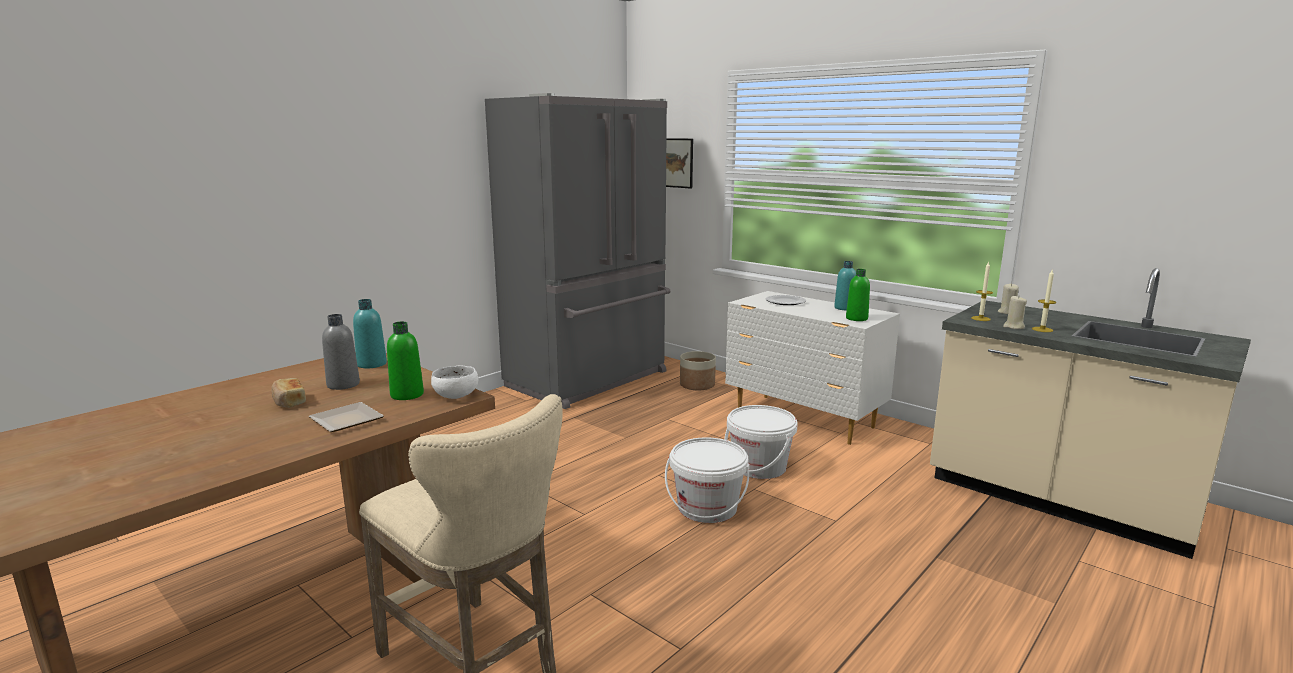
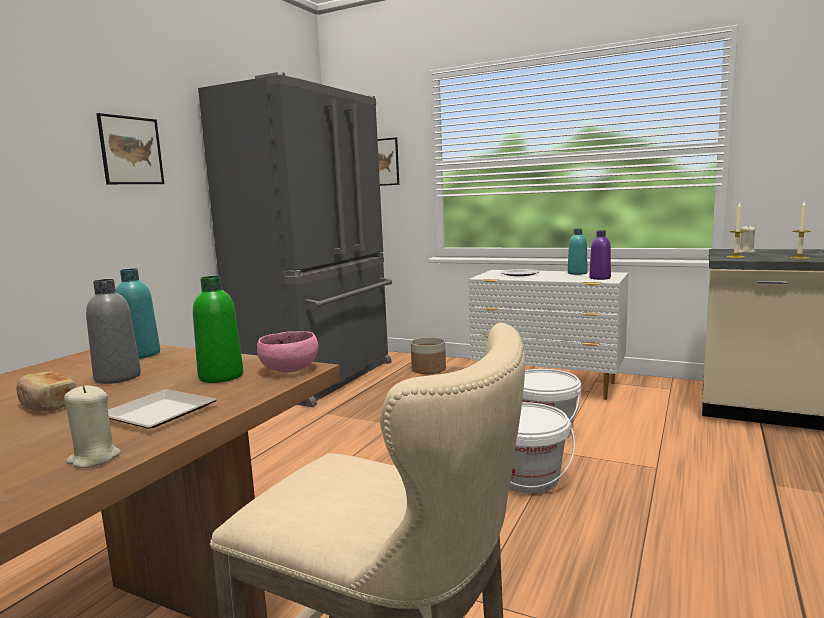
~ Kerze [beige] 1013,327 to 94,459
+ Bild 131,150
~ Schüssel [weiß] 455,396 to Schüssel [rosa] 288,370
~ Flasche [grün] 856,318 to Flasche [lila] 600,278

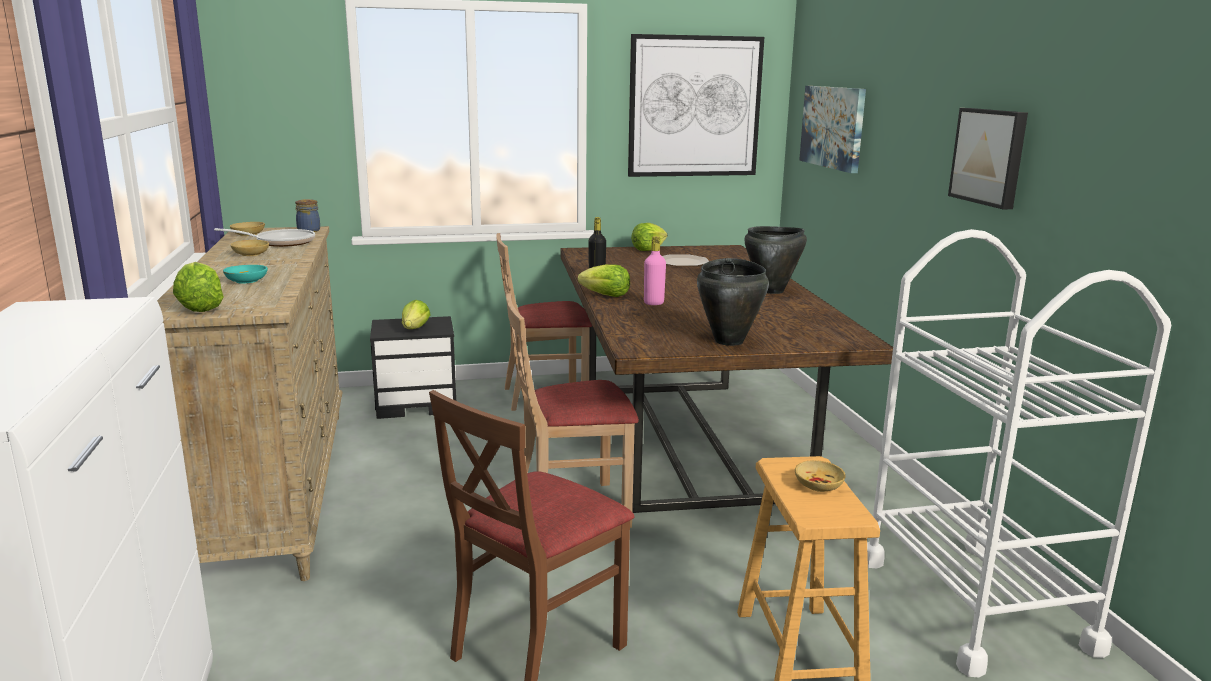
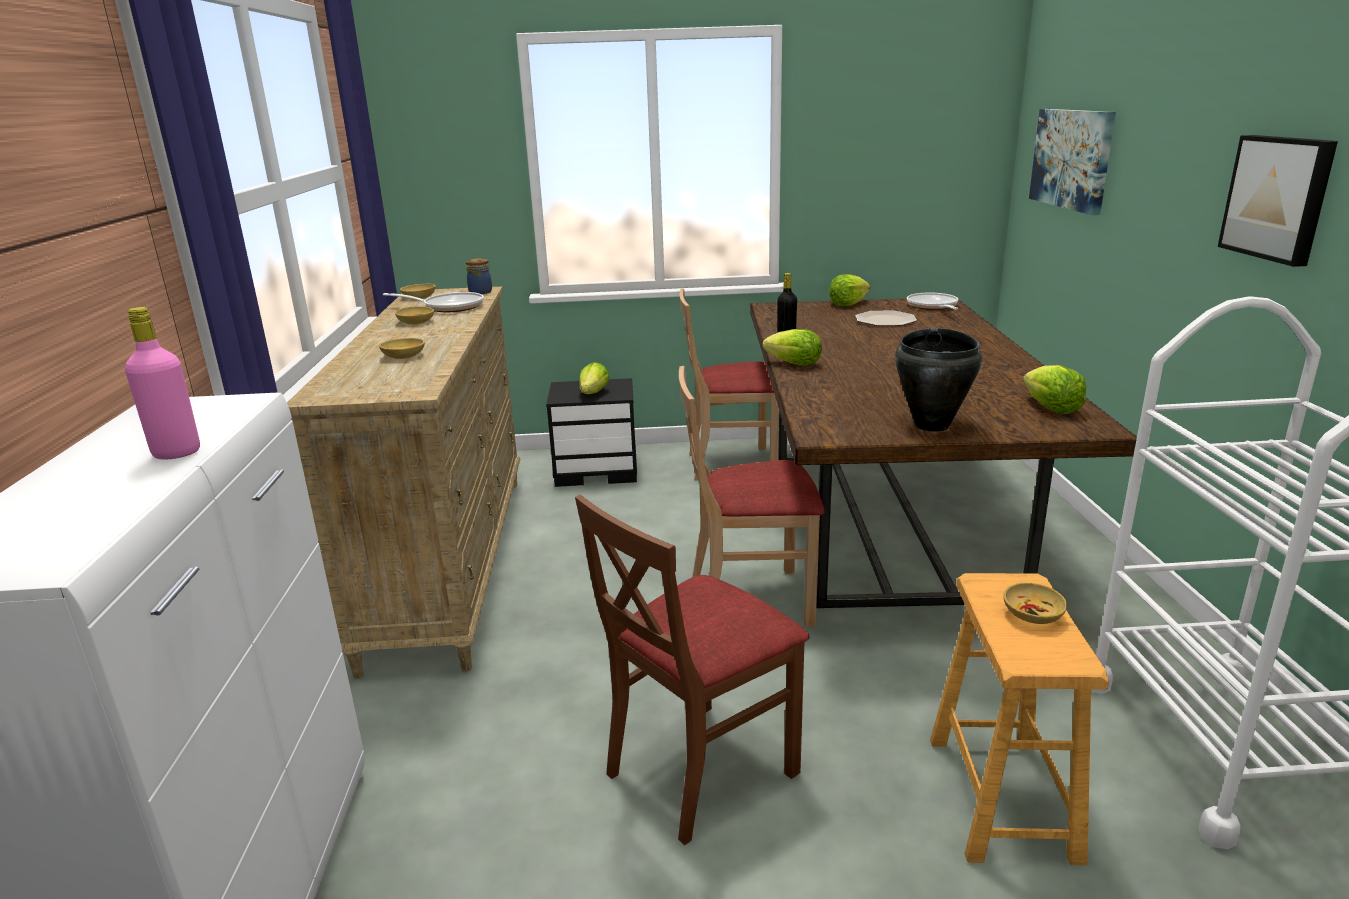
~ Flasche [rosa] 653,303 to 177,453
~ Schüssel [türkis] 246,281 to Schüssel [beige] 403,356
+ Pfanne 933,307
~ Salatkopf 200,308 to 1050,408
- Bild 694,107
- Kochtopf [schwarz] 772,291

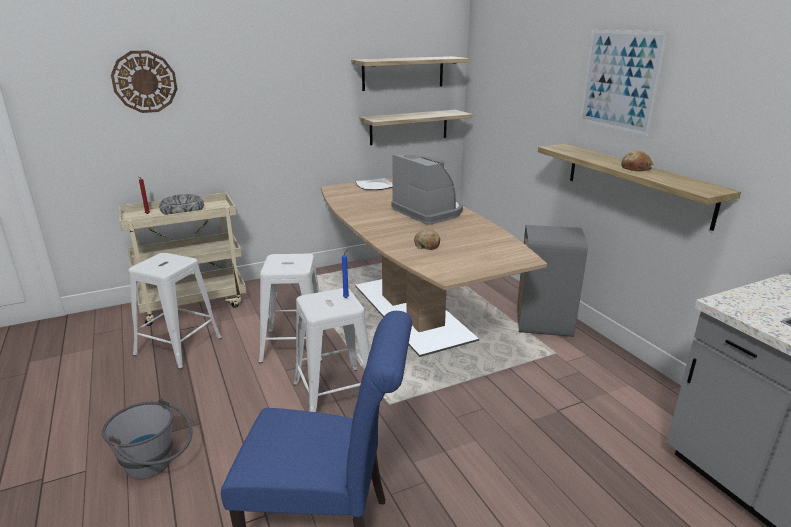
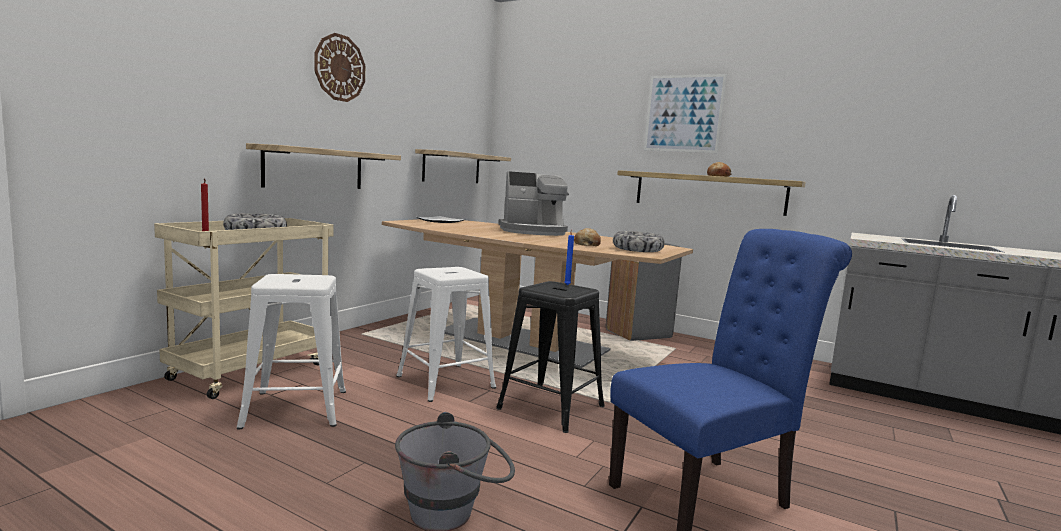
~ Wandregal 403,73 to 314,168
~ Wanduhr 144,82 to 340,68
~ Hocker [weiß] 335,394 to Hocker [schwarz] 551,407
~ Kaffeemaschine 429,211 = 533,231 150 degrees clockwise
+ Schüssel 637,249

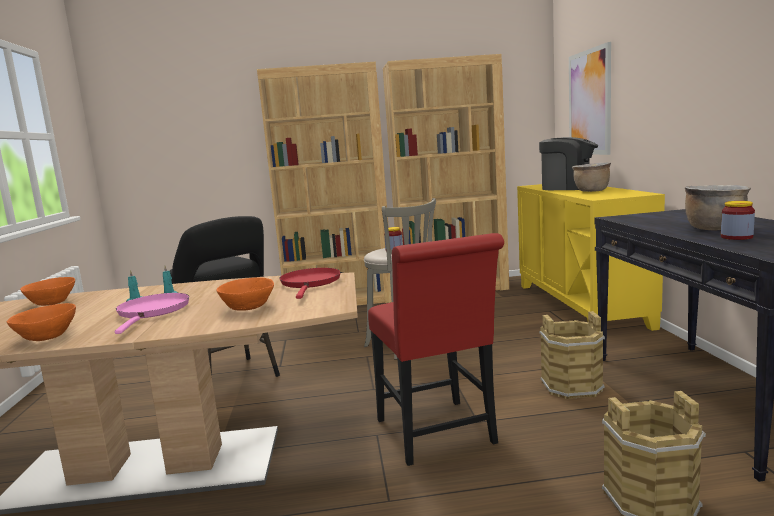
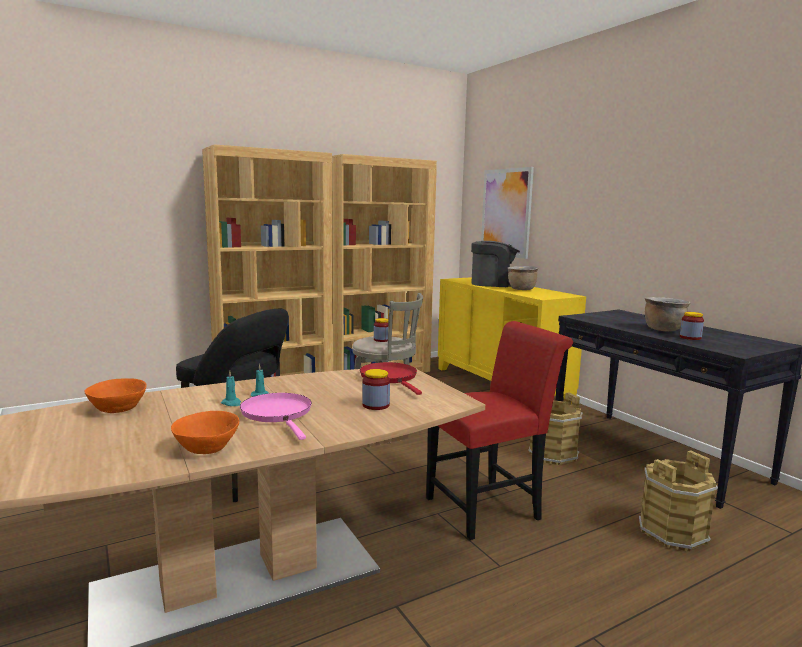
~ Schüssel [orange] 247,307 to Vorratsglas 376,405
~ Stuhl [rot] 438,435 = 489,507 75 degrees counterclockwise

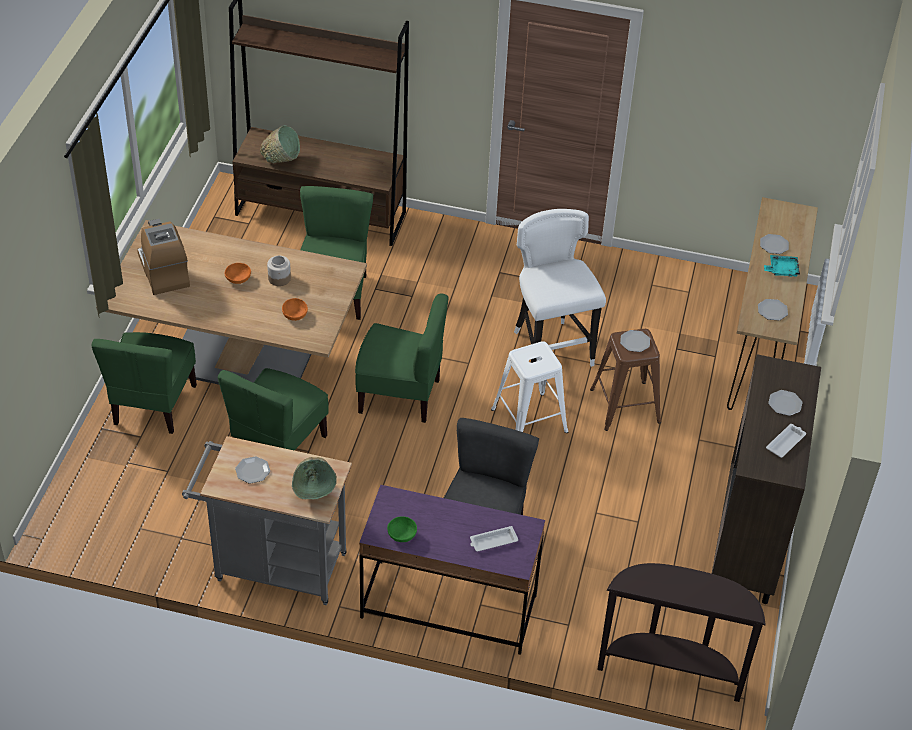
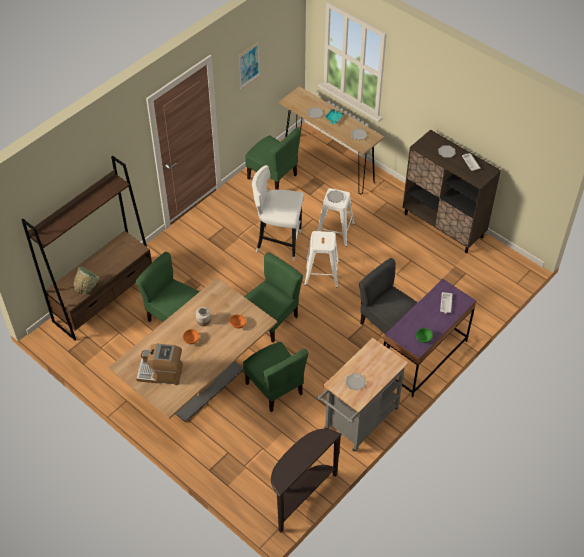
+ Bild 249,65
~ Stuhl [grün] 153,405 to 273,176
~ Konsolentisch [braun] 670,670 to 301,496
~ Hocker [braun] 624,406 to Hocker [weiß] 335,232
- Schüssel [grün] 314,493

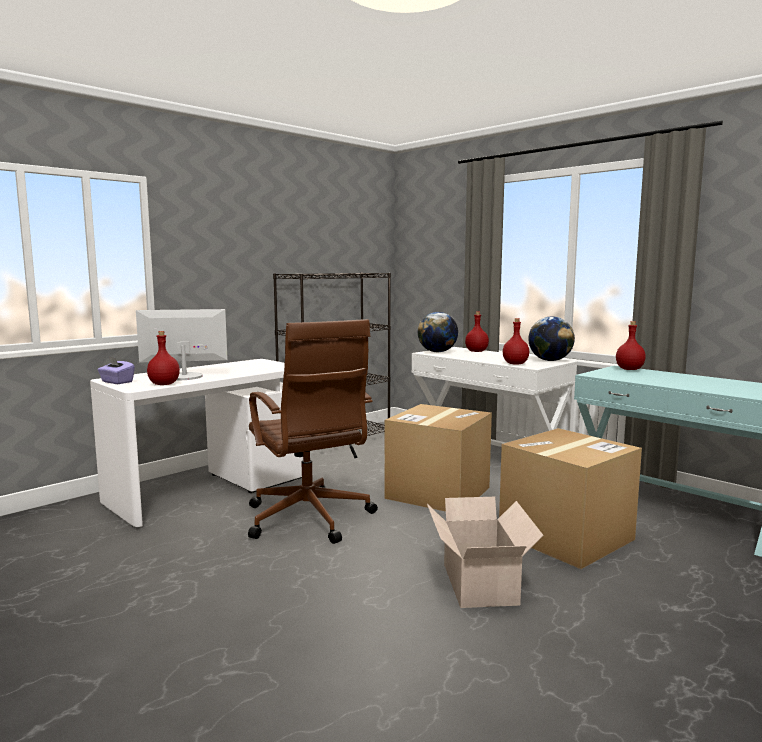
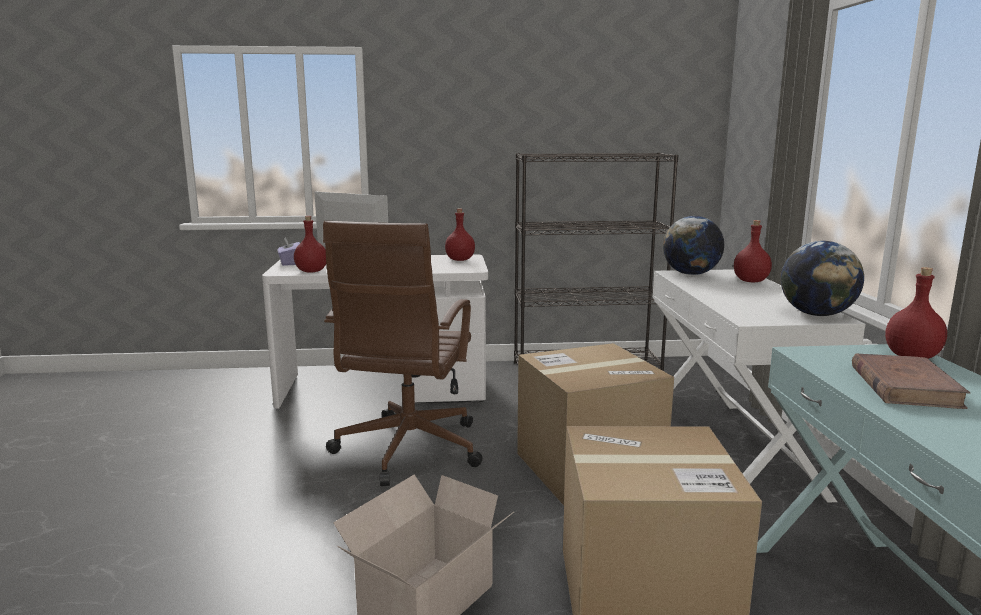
~ Flasche [rot] 515,364 to 459,260
+ Buch [braun] 904,386

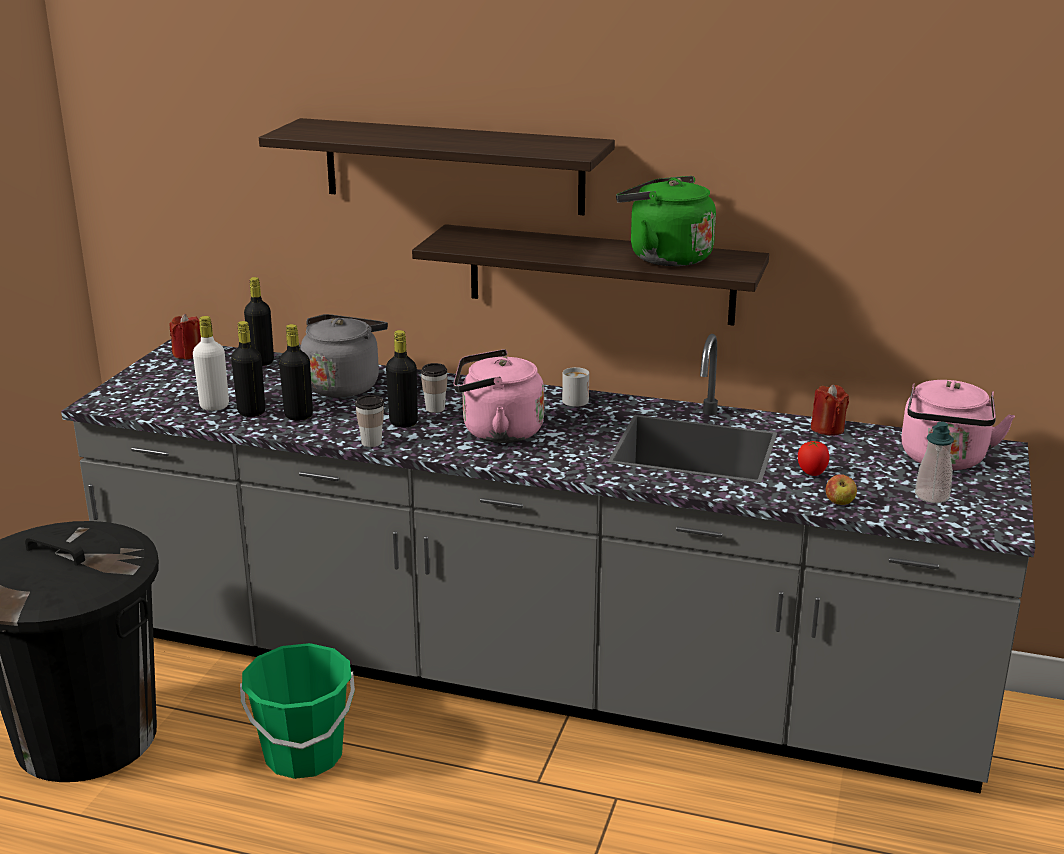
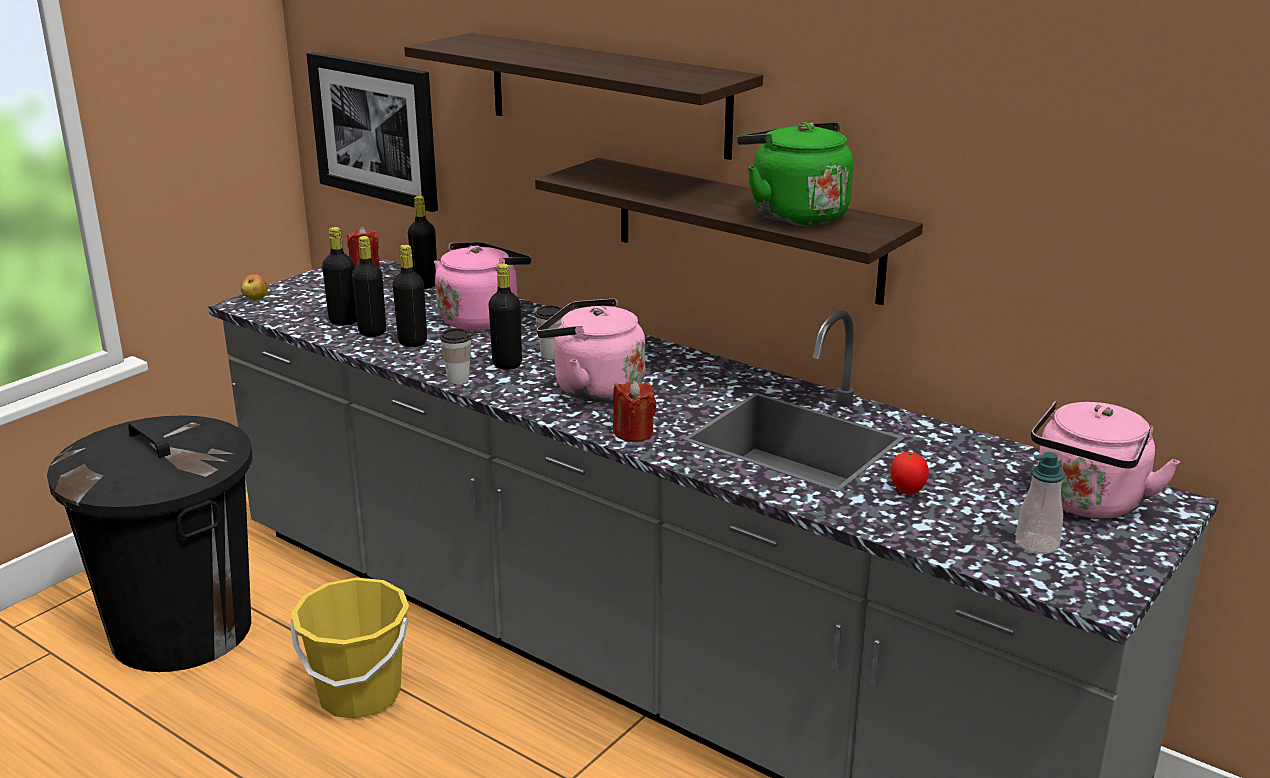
~ Apfel 839,503 to 255,299
~ Eimer [grün] 303,755 to Eimer [gelb] 359,695
+ Bild 375,129
~ Flasche [weiß] 214,406 to Flasche [schwarz] 344,321
~ Wasserkessel [grau] 343,385 to Wasserkessel [rosa] 481,318
~ Kerze [rot] 827,428 to 633,433
- Henkelbecher [weiß] 576,398

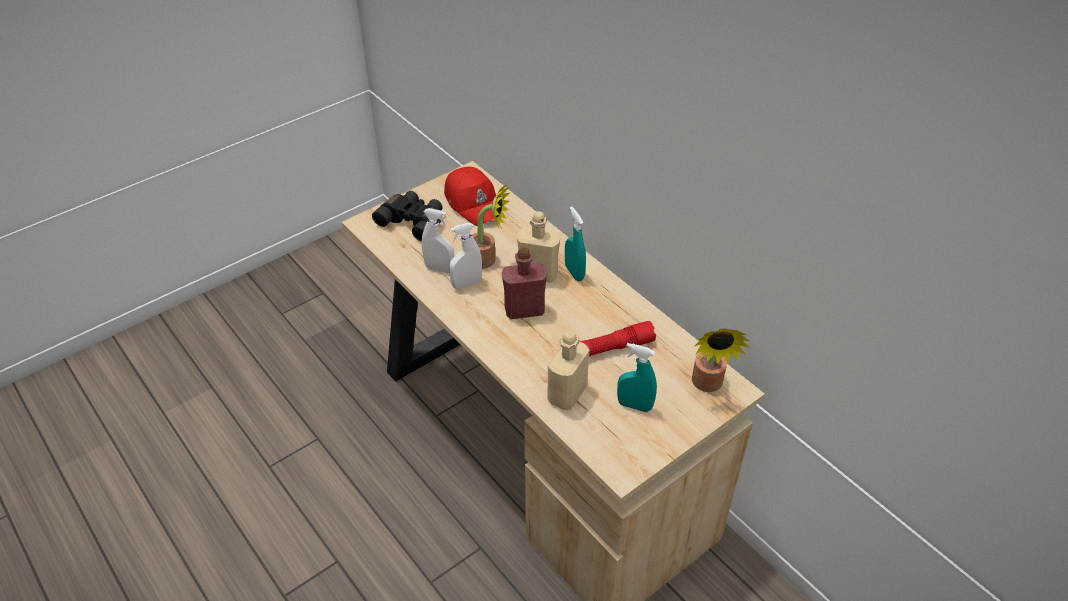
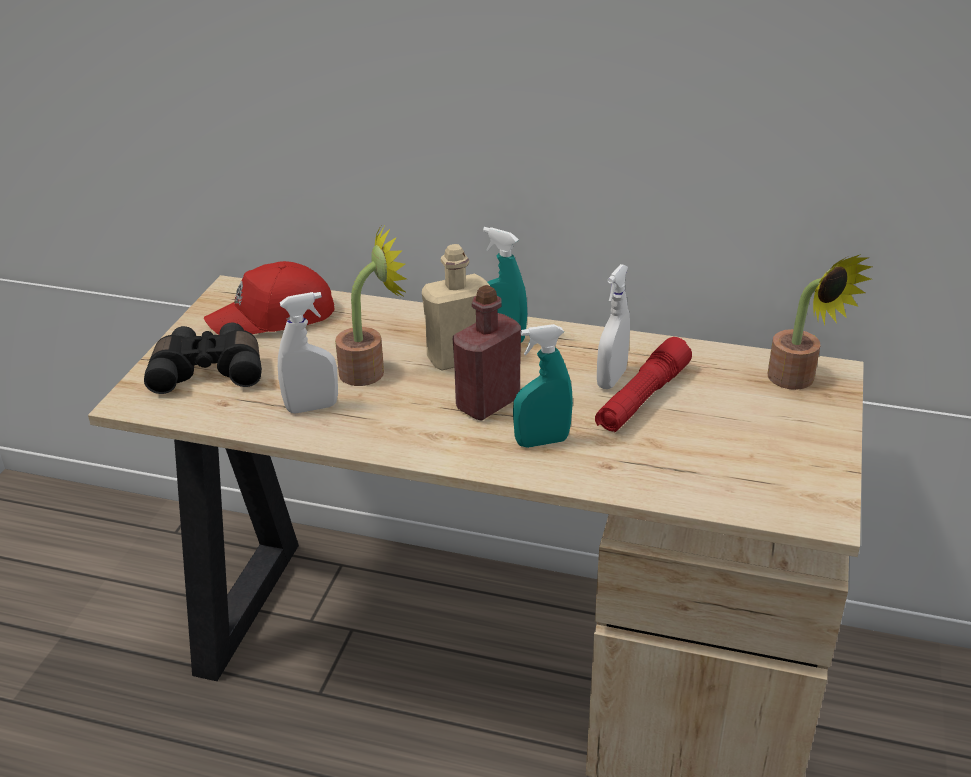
~ Kappe [rot] 473,202 = 274,317 135 degrees clockwise
~ Sprühflasche [türkis] 634,405 to 542,441
~ Sprühflasche [weiß] 466,284 to 611,379
- Flasche [beige] 567,394

